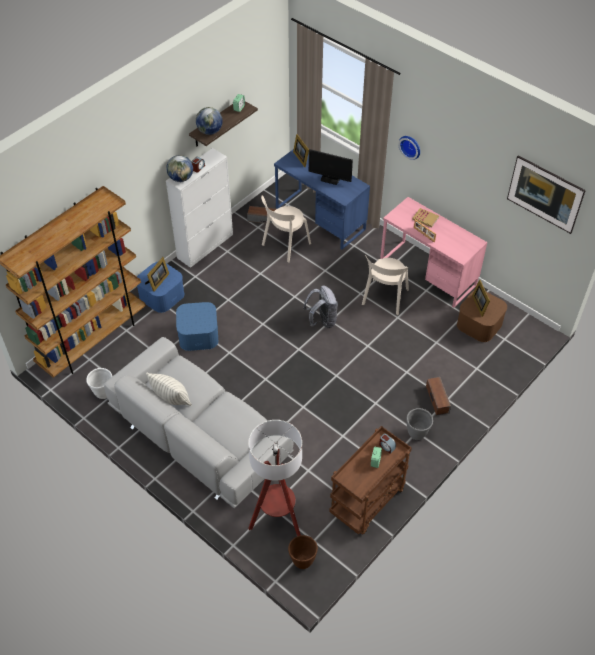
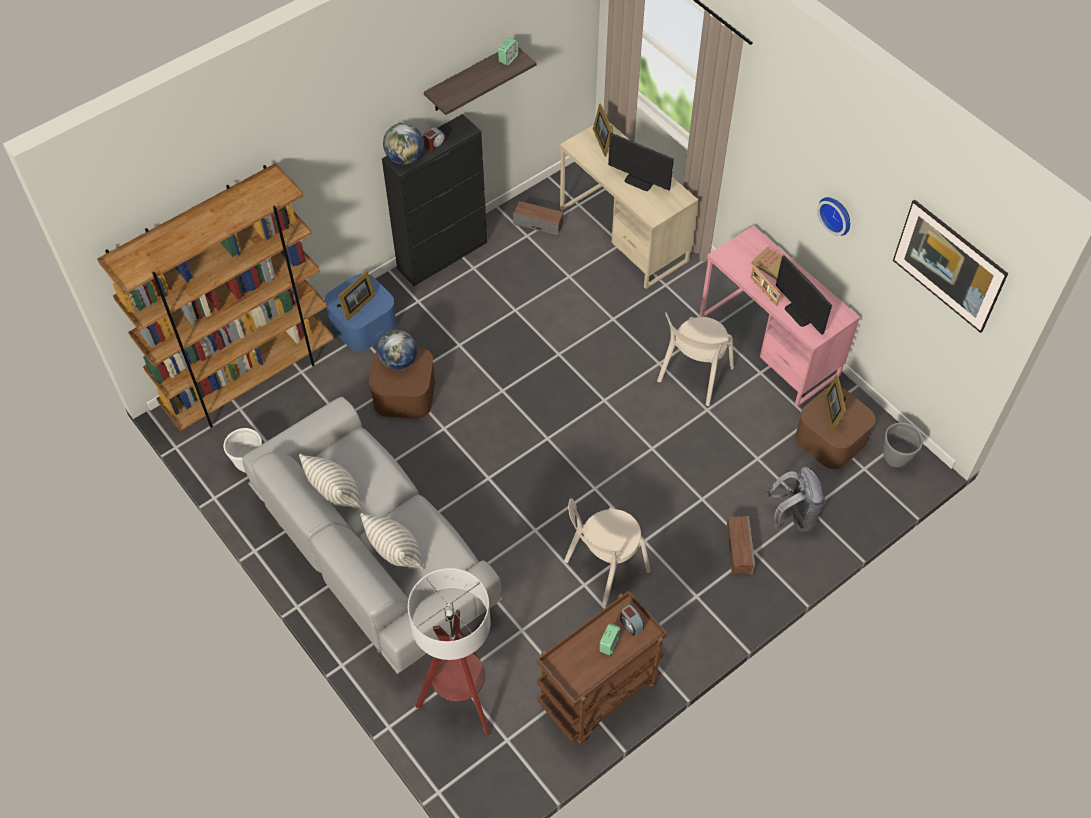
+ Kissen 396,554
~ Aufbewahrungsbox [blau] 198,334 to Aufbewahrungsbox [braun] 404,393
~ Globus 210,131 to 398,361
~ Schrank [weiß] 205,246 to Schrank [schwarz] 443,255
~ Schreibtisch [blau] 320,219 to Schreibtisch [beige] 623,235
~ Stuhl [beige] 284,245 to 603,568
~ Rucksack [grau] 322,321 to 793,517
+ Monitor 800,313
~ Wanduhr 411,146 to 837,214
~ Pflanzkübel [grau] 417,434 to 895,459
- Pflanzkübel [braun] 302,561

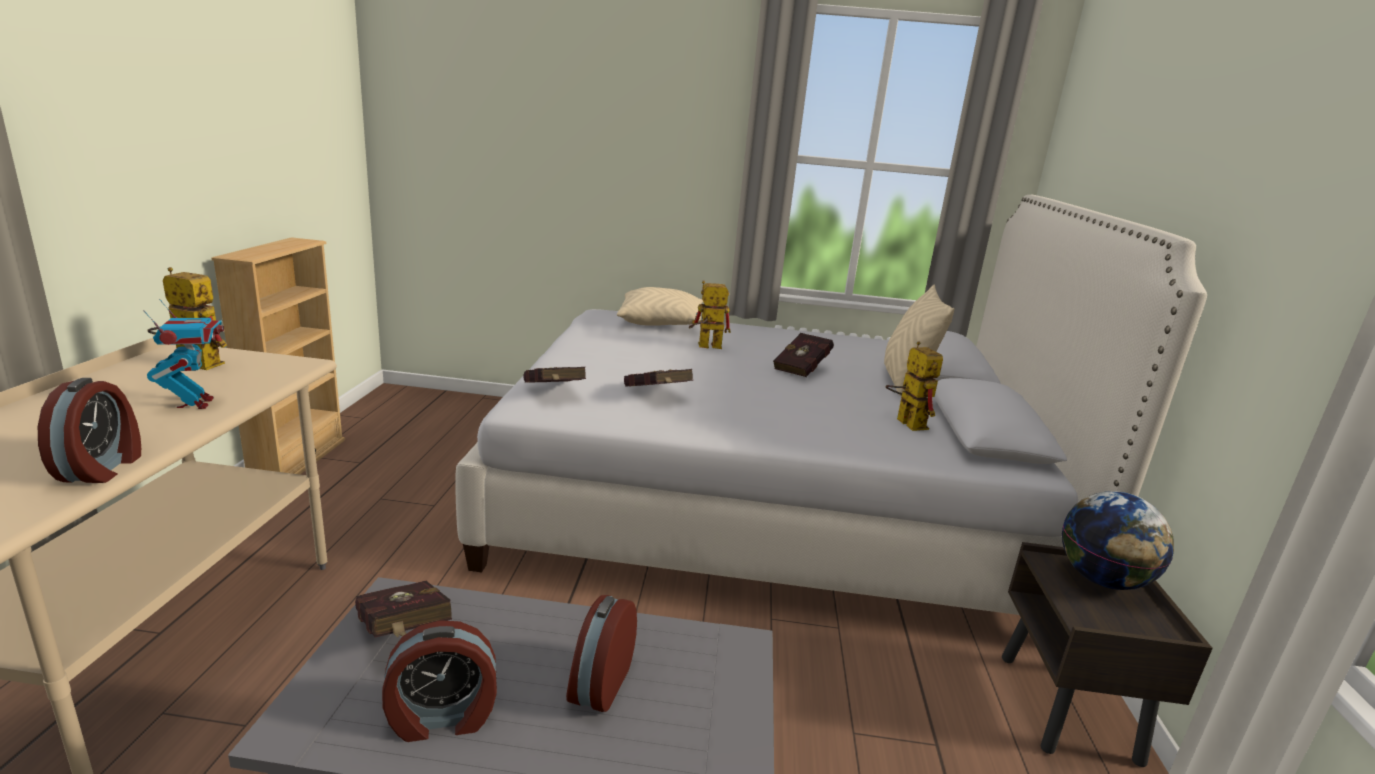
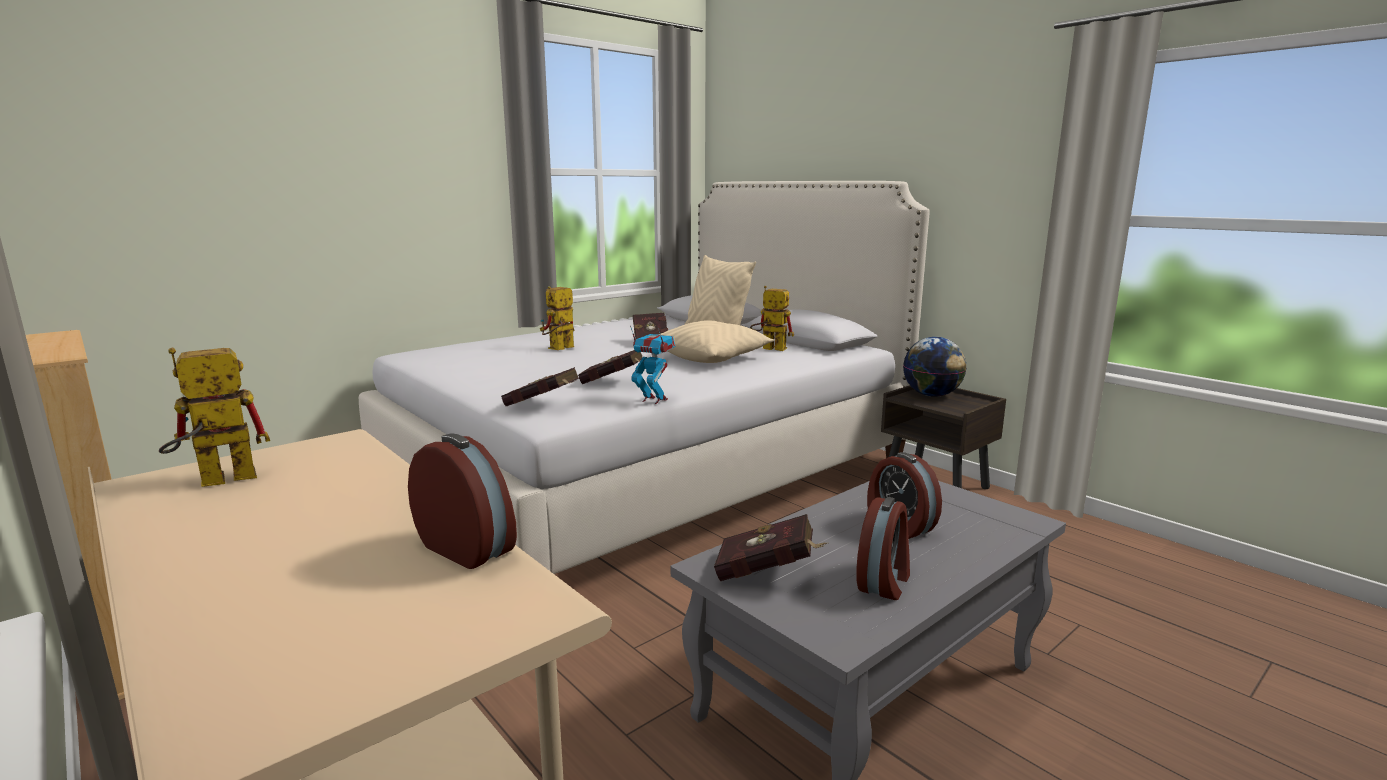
~ Spielzeugroboter 195,403 to 654,400
~ Kissen [beige] 660,322 to 711,358

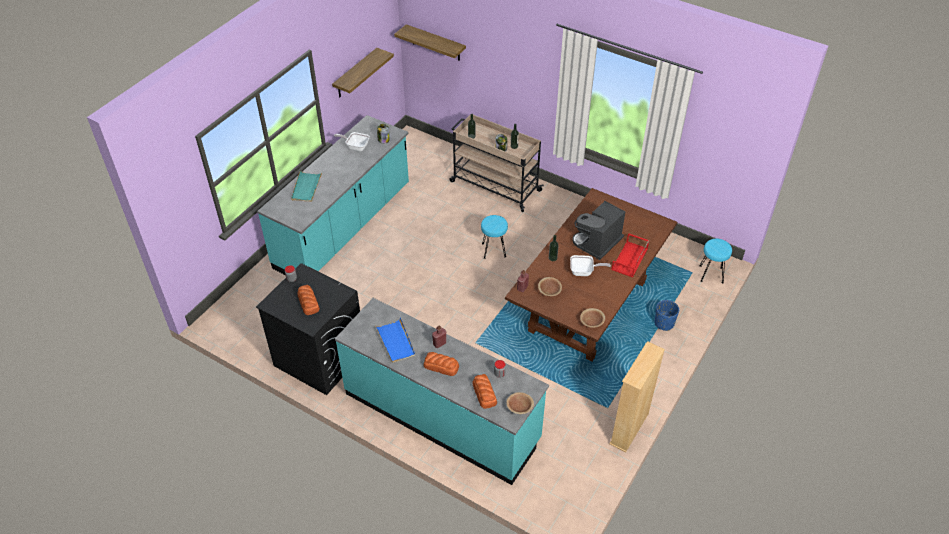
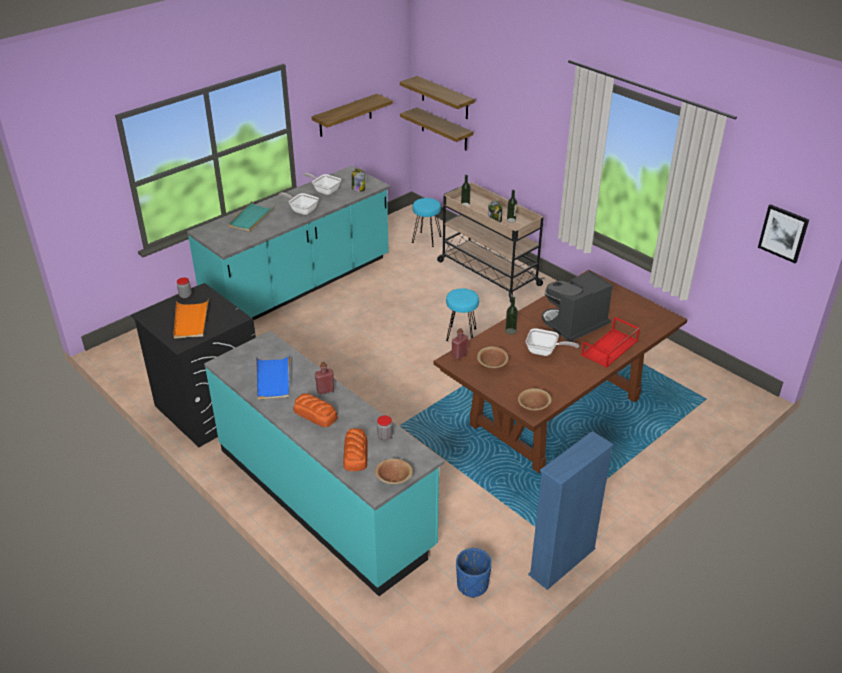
~ Brot 308,303 to Tablett [orange] 191,321
+ Pfanne 302,210
+ Wandregal 444,129
~ Hocker [türkis] 710,274 to 426,239
~ Pflanzkübel [blau] 664,323 to 472,585
~ Bücherregal [beige] 629,428 to Bücherregal [blau] 562,562
+ Bild 783,233

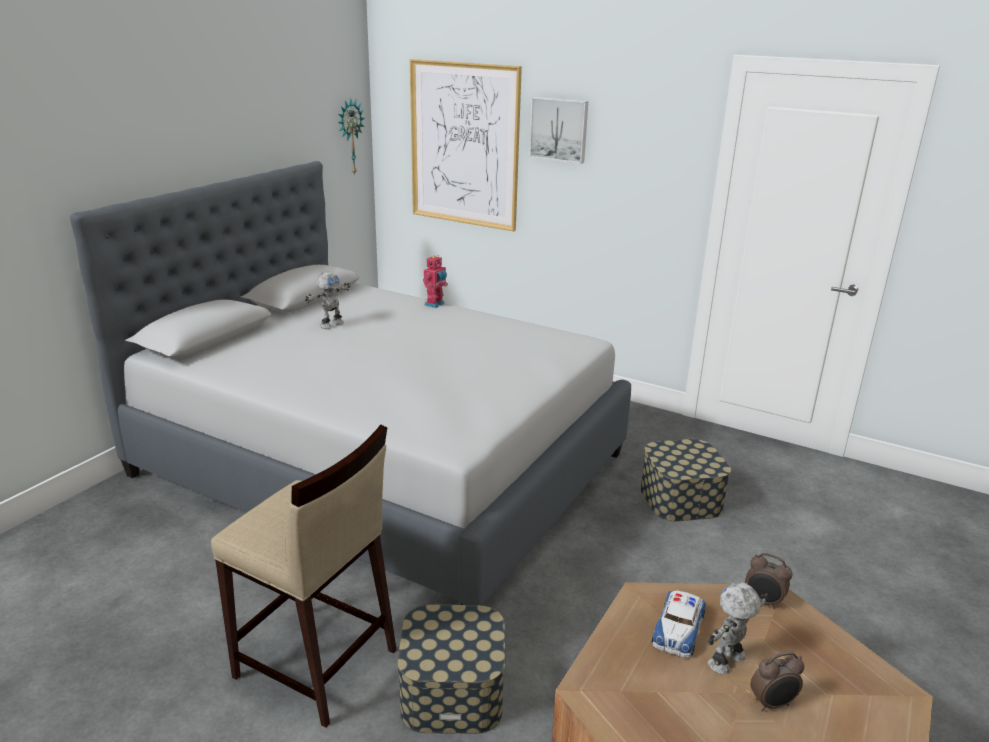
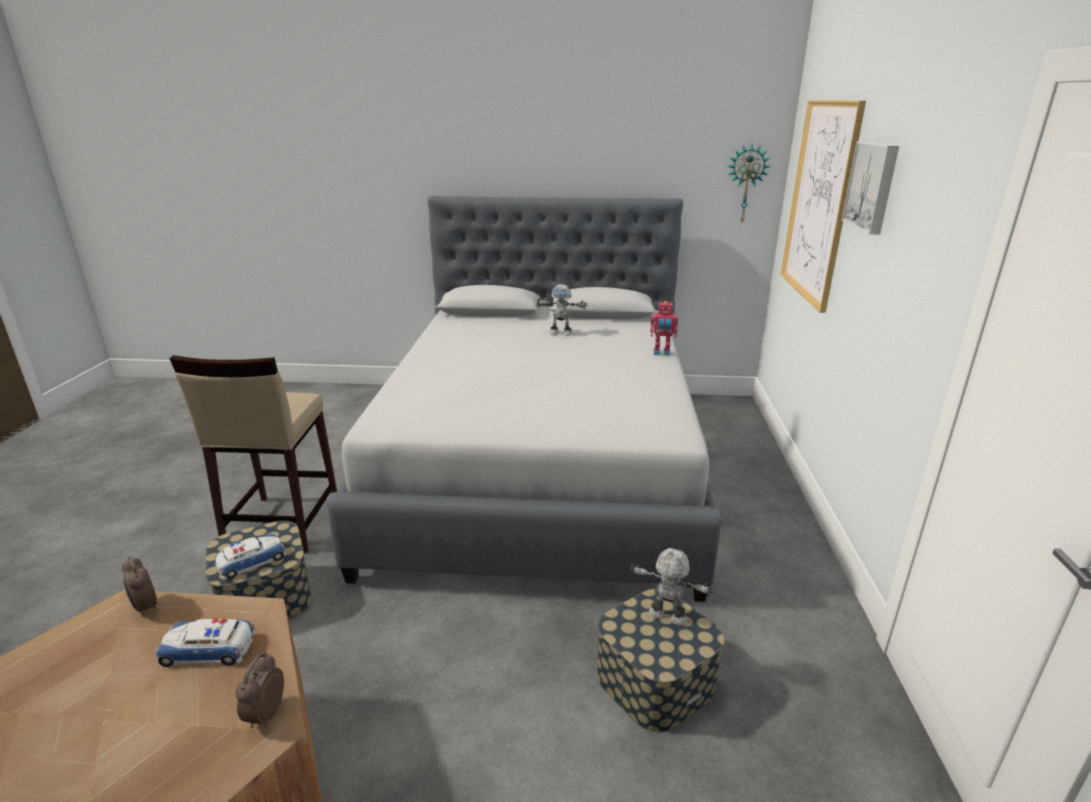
~ Wecker 772,704 to 145,607
+ Spielzeugauto 251,561
~ Spielzeugroboter 728,662 to 667,617

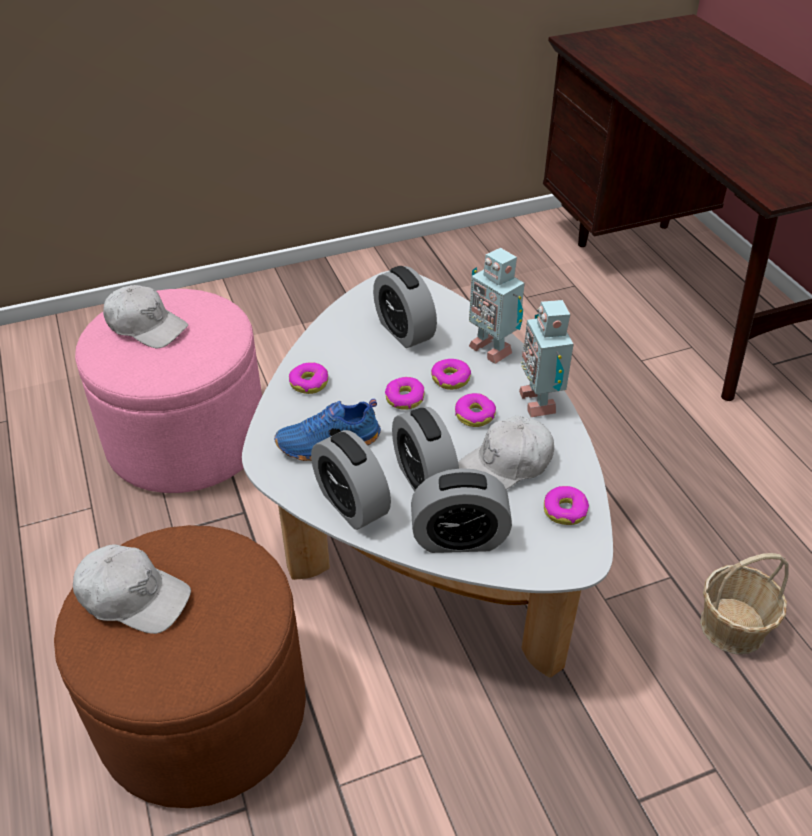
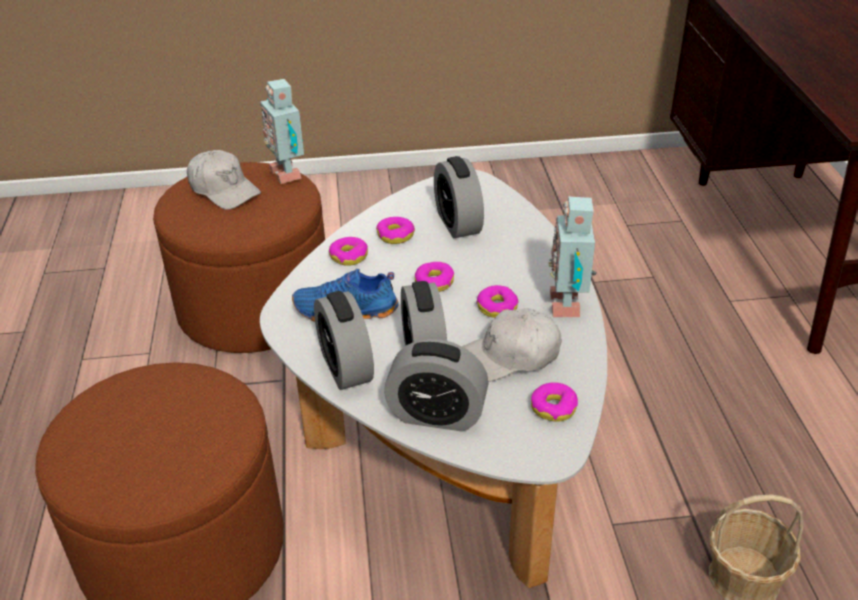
~ Polsterhocker [rosa] 187,438 to Polsterhocker [braun] 254,306
~ Spielzeugroboter 491,348 to 288,173
~ Donut 451,379 to 395,235
- Kappe [weiß] 133,597

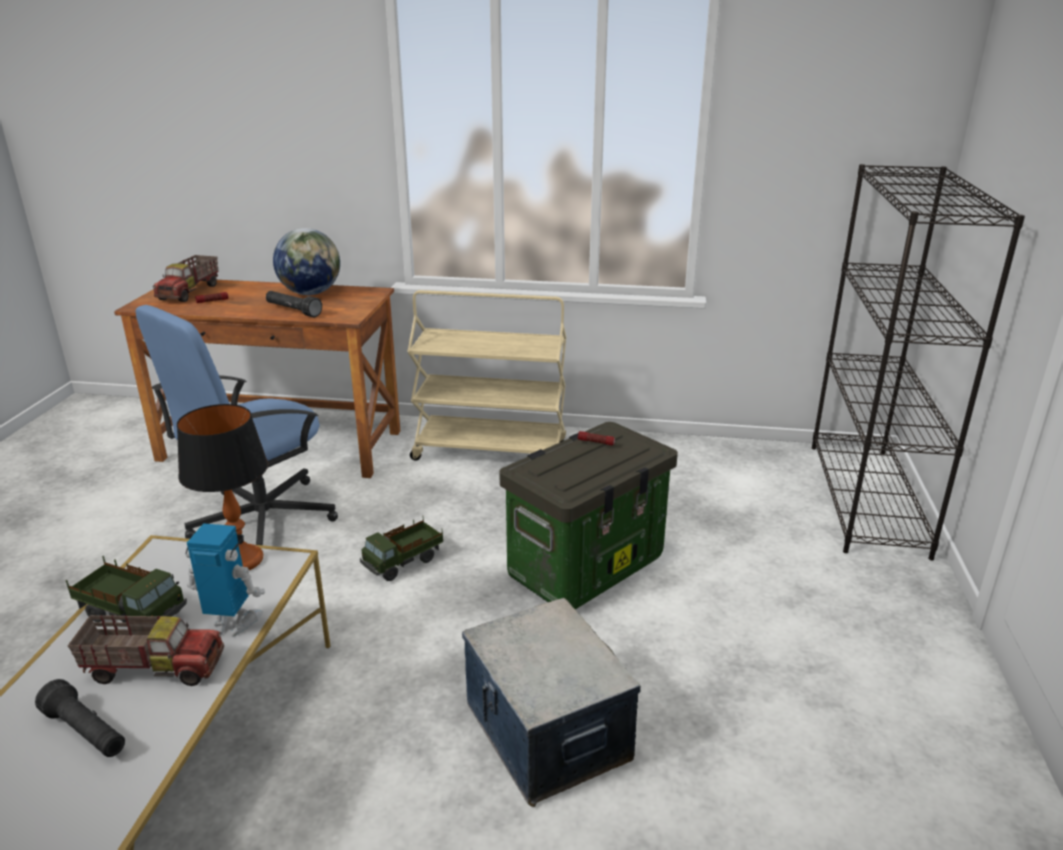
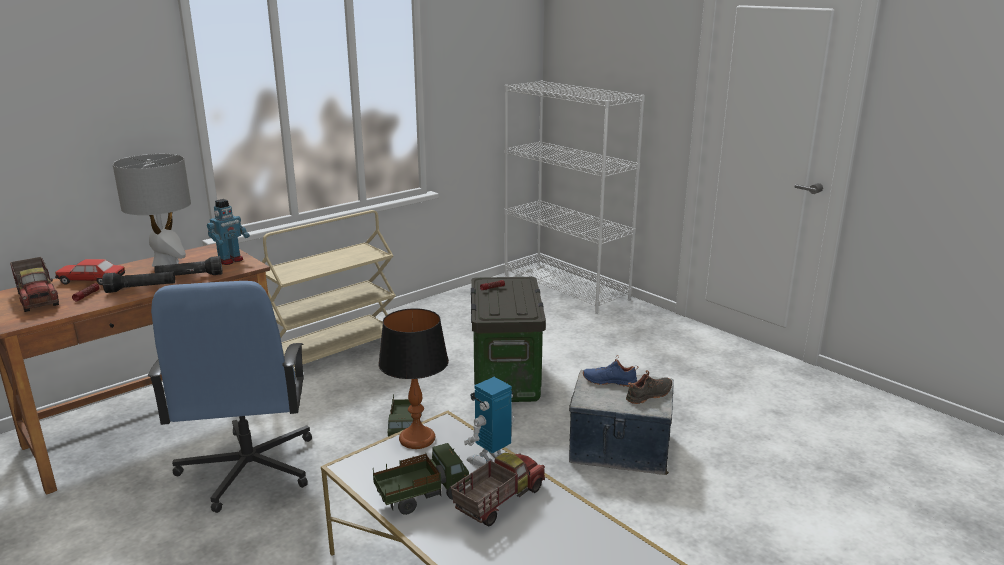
+ Spielzeugauto 92,281
~ Taschenlampe [schwarz] 86,732 to 141,289
~ Globus 311,293 to Tischlampe [grau] 166,263
+ Spielzeugroboter 230,260
~ Bücherregal [schwarz] 867,498 to Bücherregal [weiß] 566,287
+ Schuh [blau] 609,381
+ Schuh [schwarz] 650,395

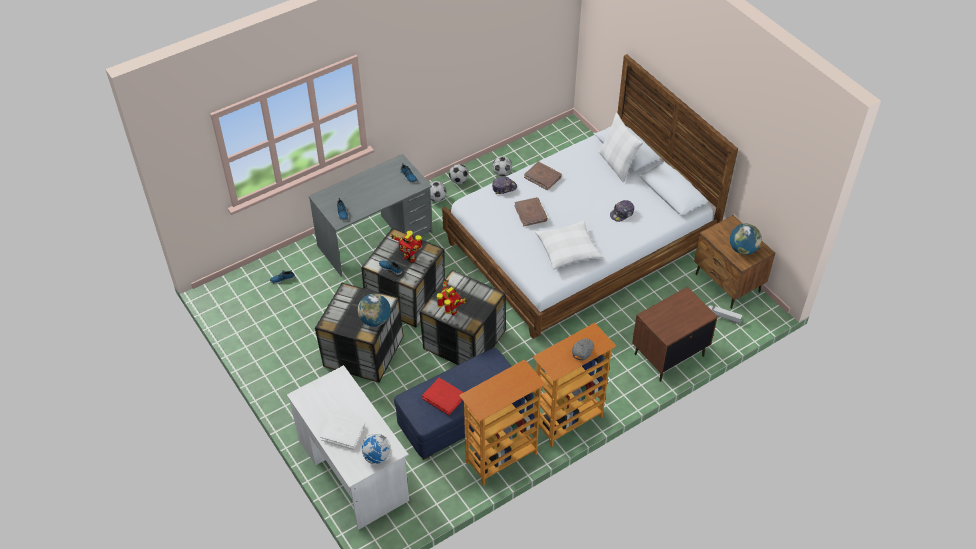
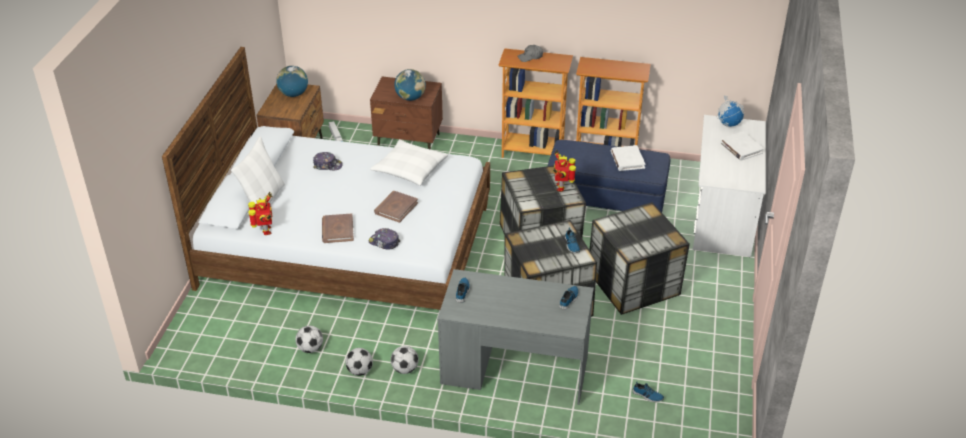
~ Spielzeugroboter 409,258 to 265,231
~ Globus 375,320 to 410,98
~ Buch [rot] 444,397 to Buch [weiß] 627,160

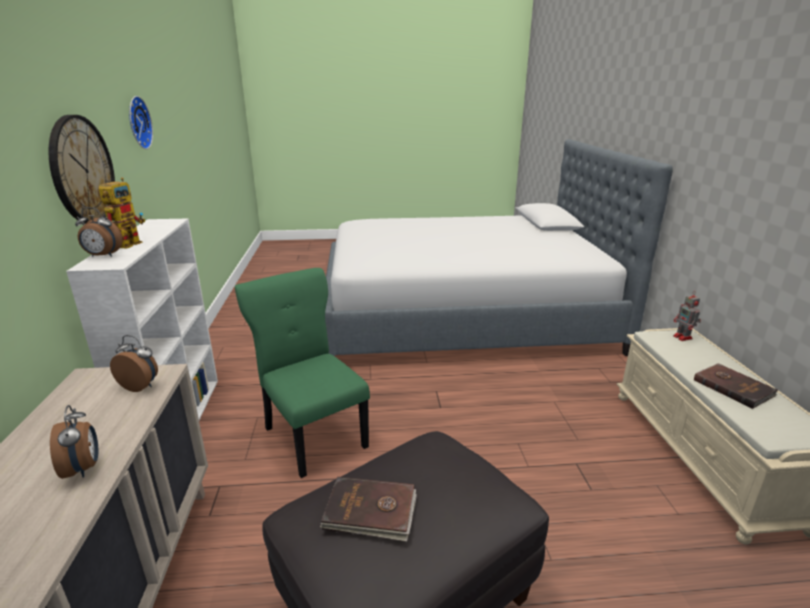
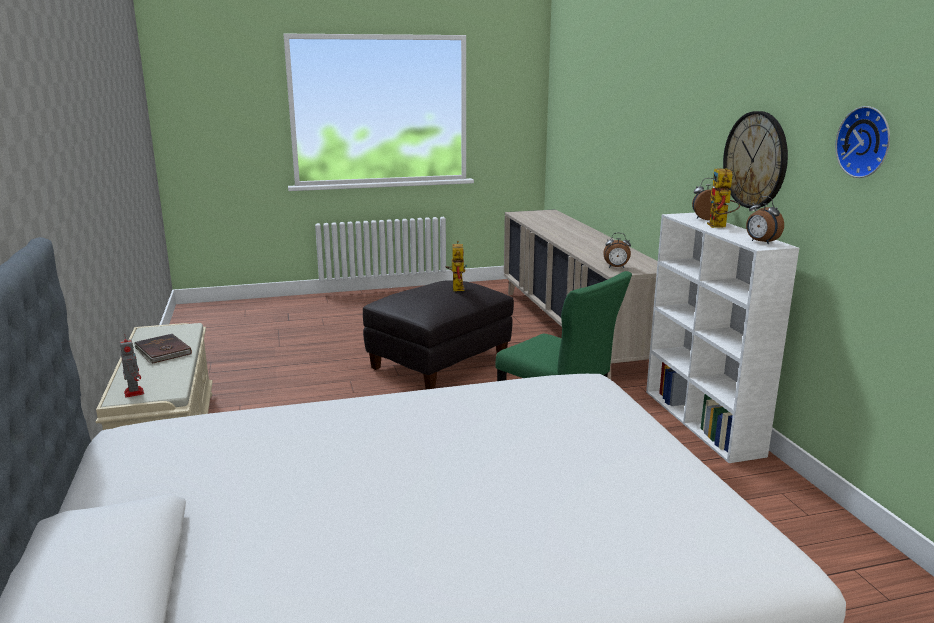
~ Buch [braun] 370,511 to Spielzeugroboter 456,287
~ Wecker 83,468 to 760,242

